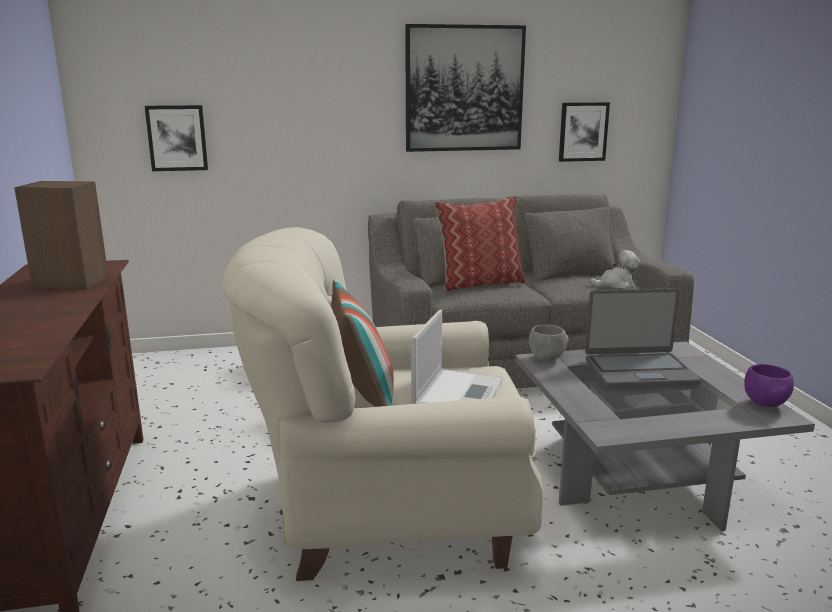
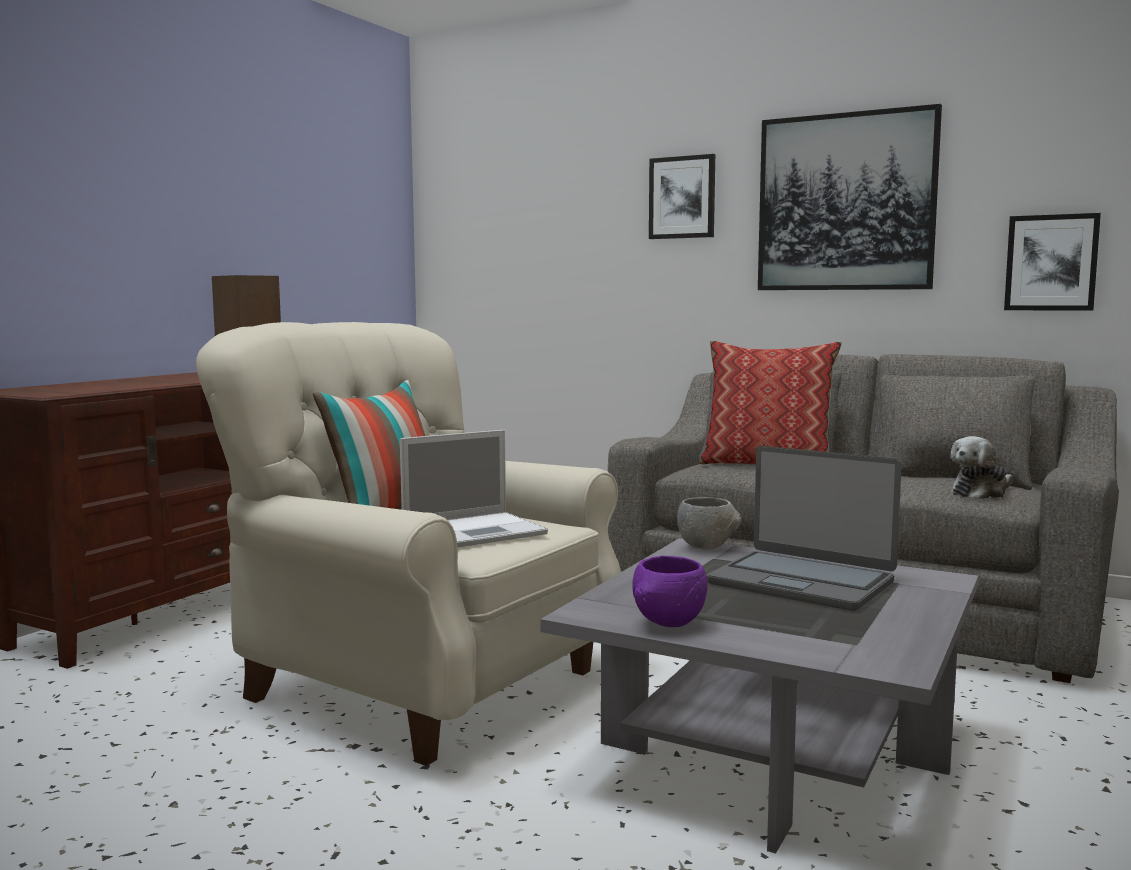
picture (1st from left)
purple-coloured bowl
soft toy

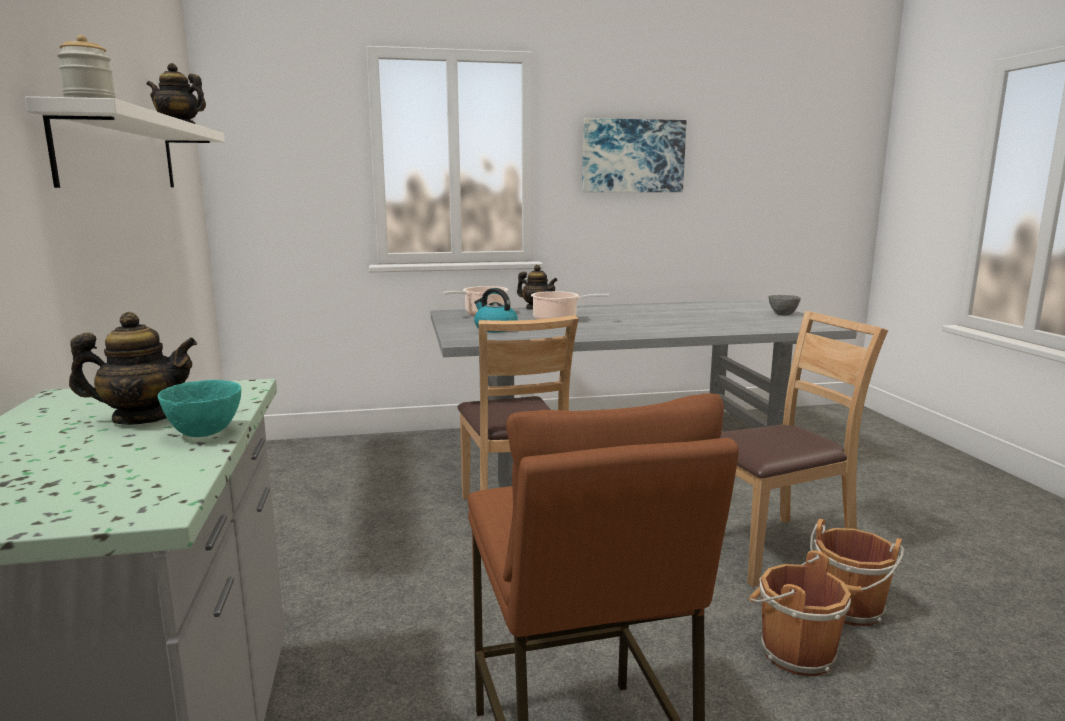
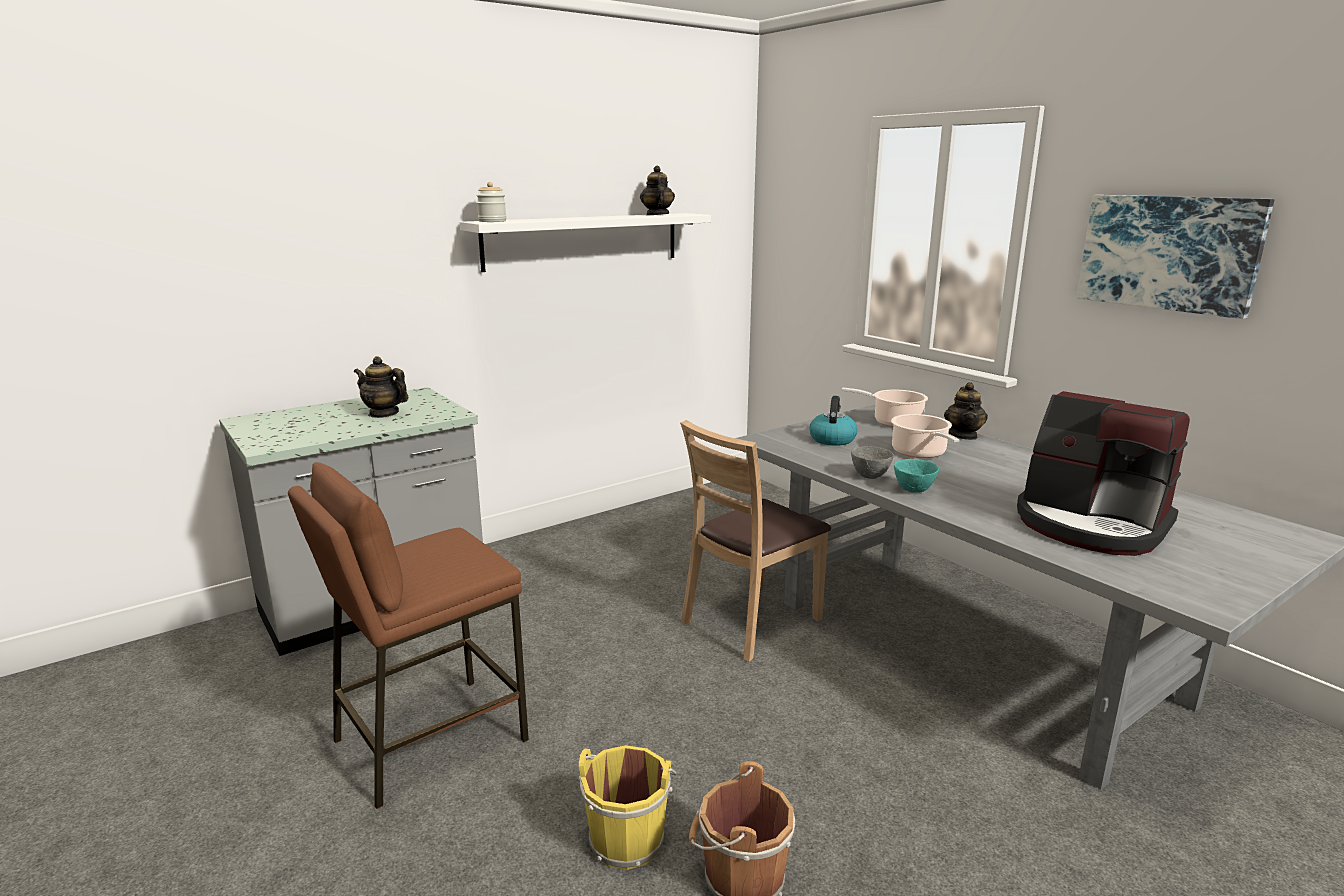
brownish plain chair (2nd from left in the first image)
coffee brewer
blue-green bowl
gray bowl
yellow-coloured pail
tea pot (1st from left)

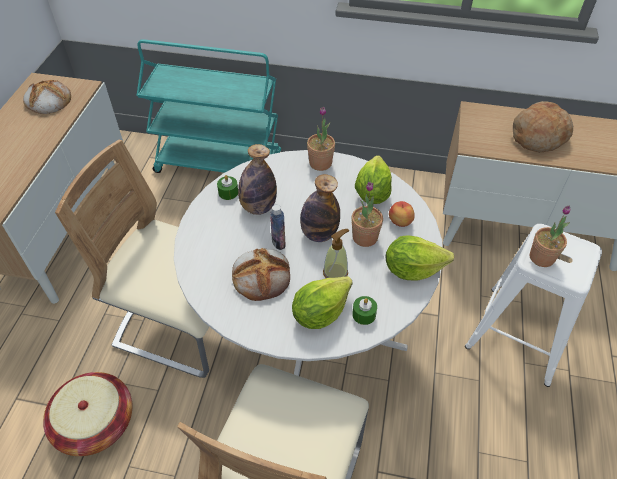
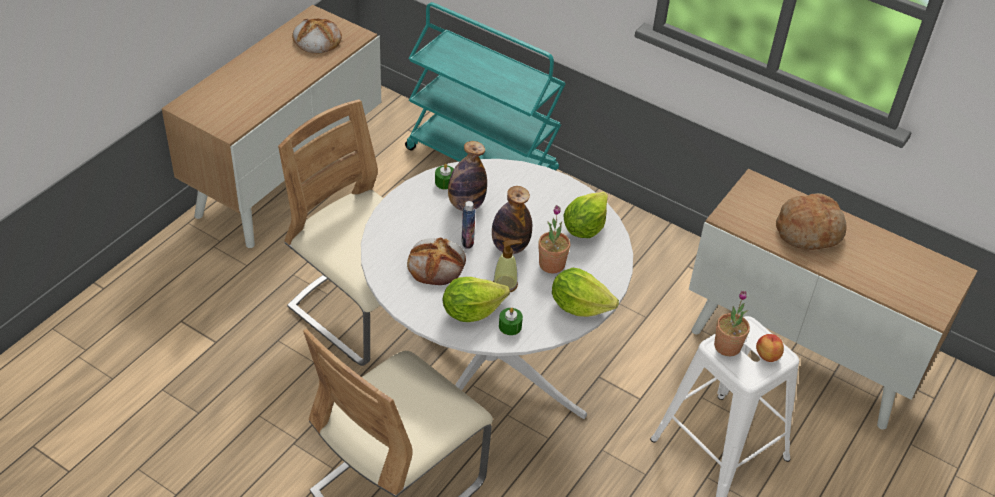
basket
houseplant (1st from left in the first image)
whole apple

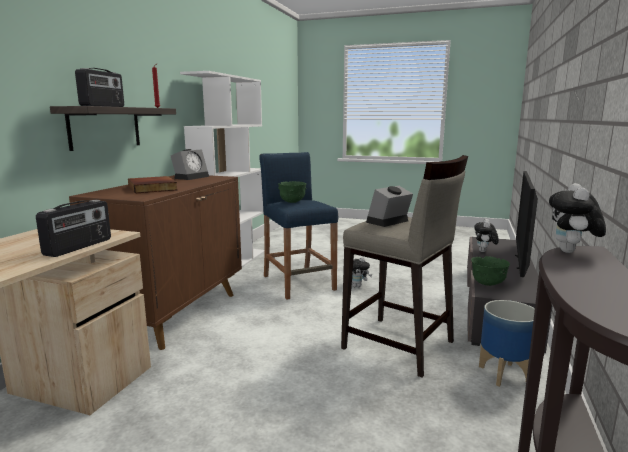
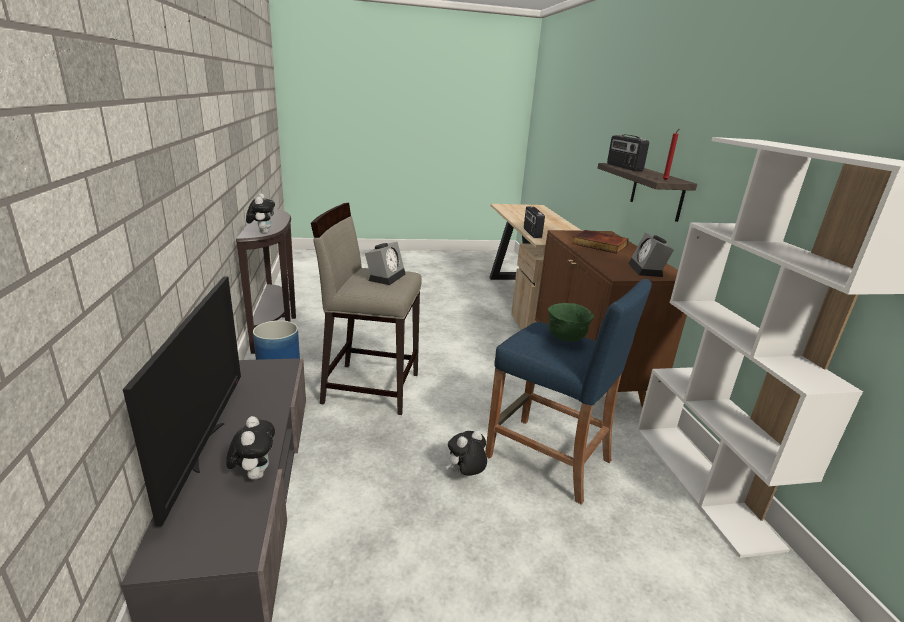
green bowl (2nd from left in the first image)

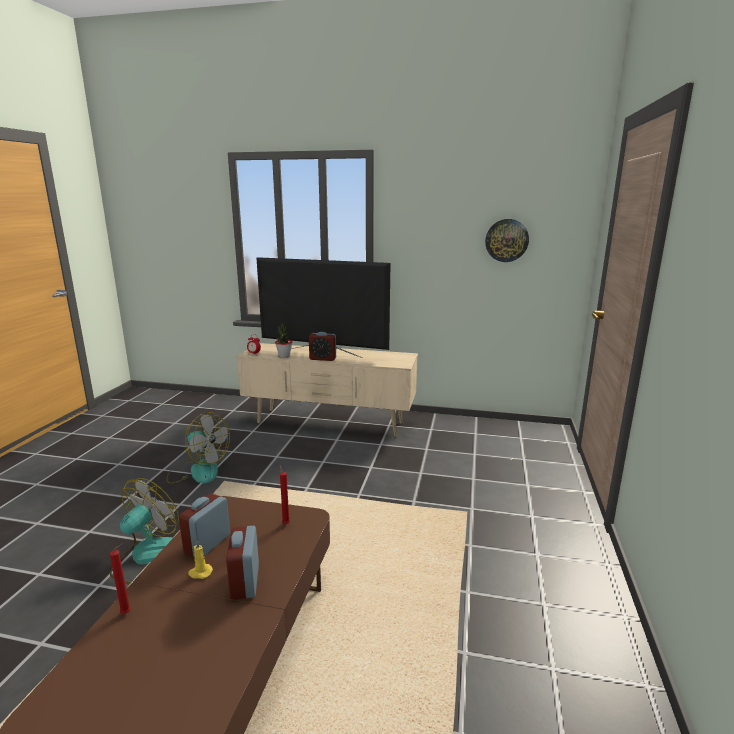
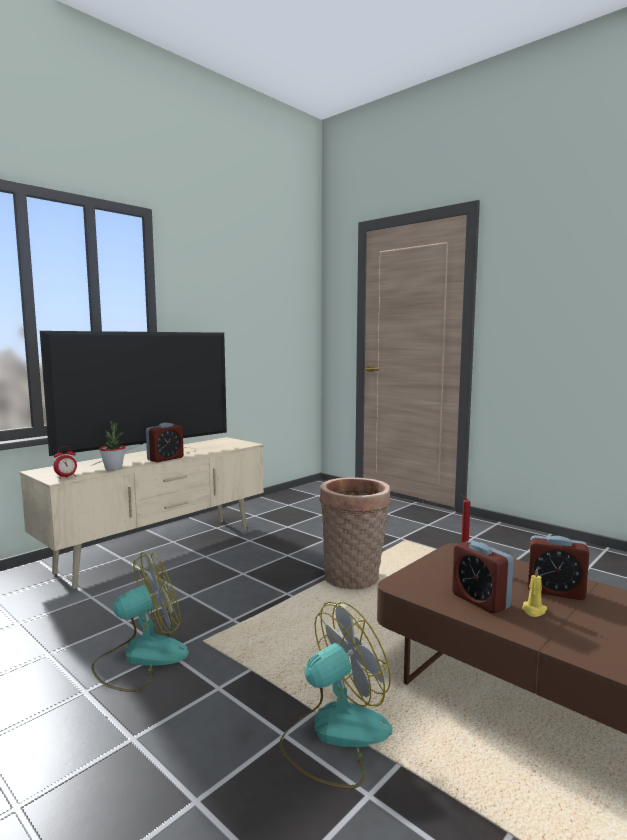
reddish wax light (1st from left in the first image)
hanging clock
basket
fan (2nd from left)

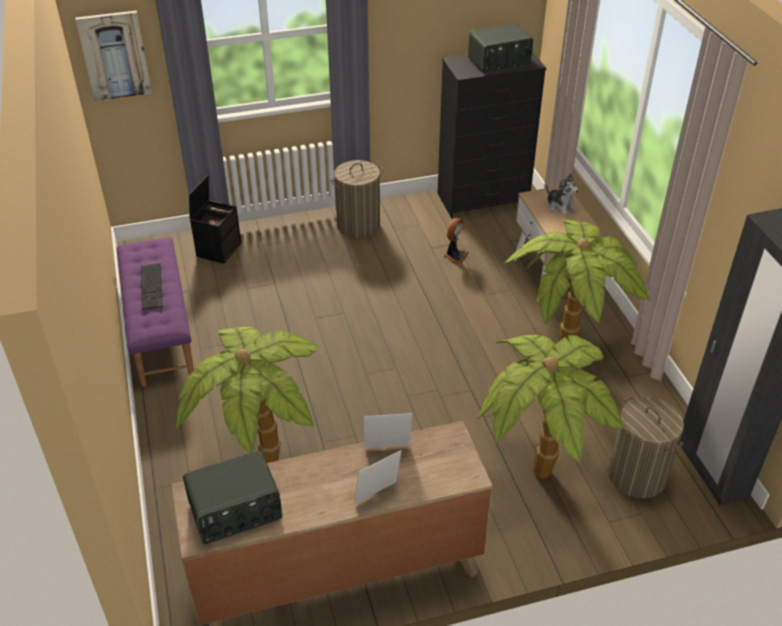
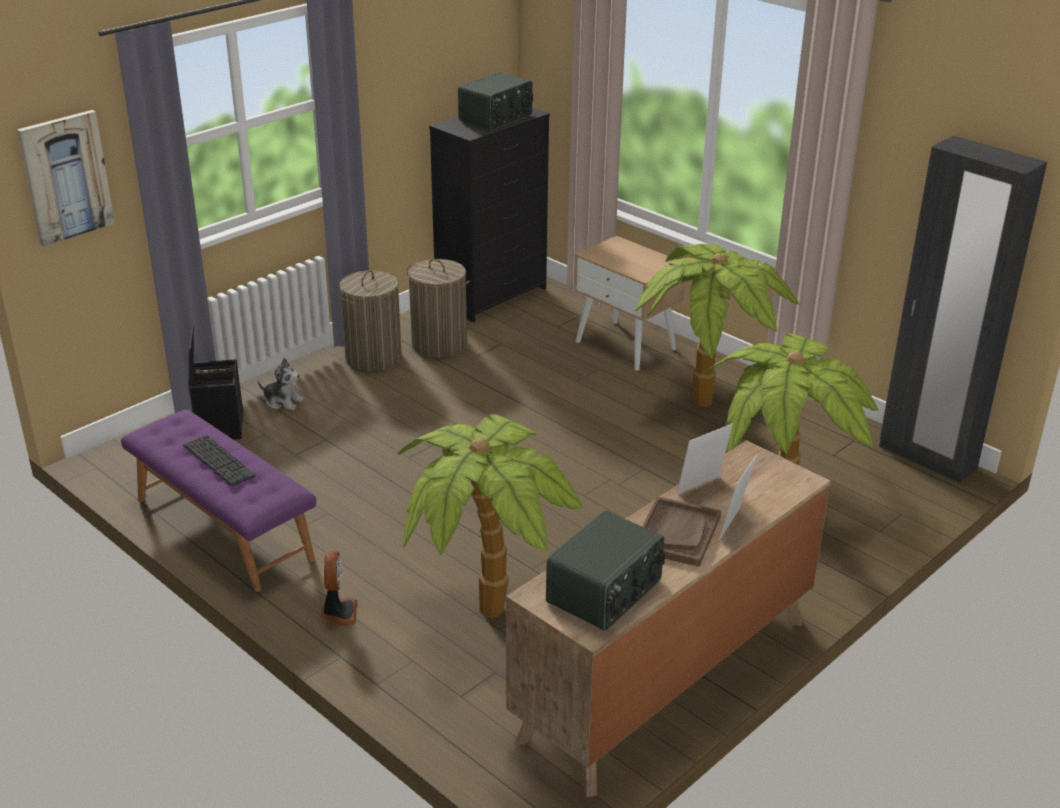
brownish tray
fan
soft toy
washing basket (2nd from left)

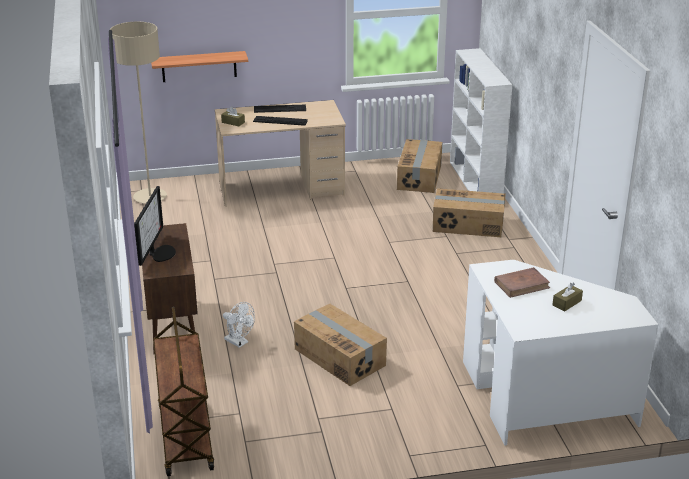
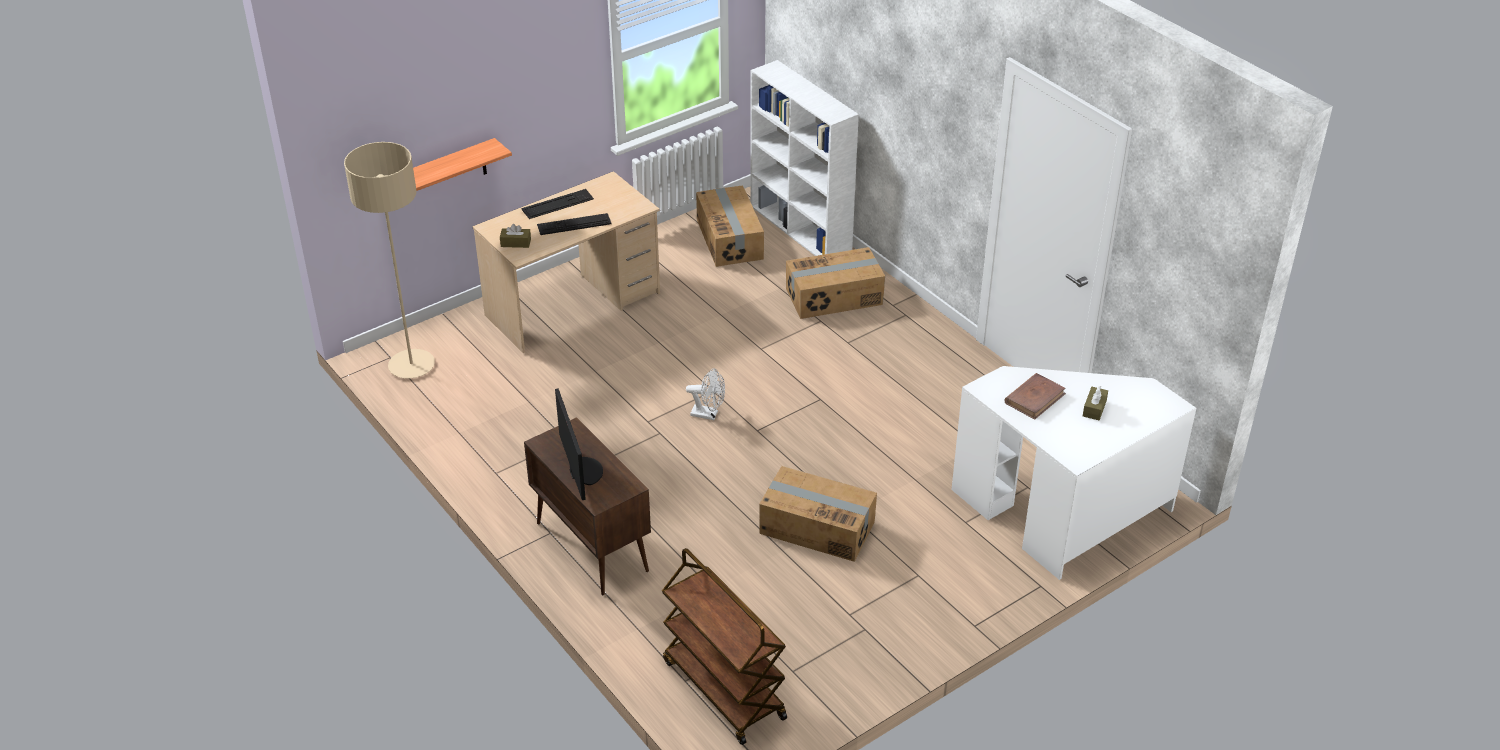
whitish fan

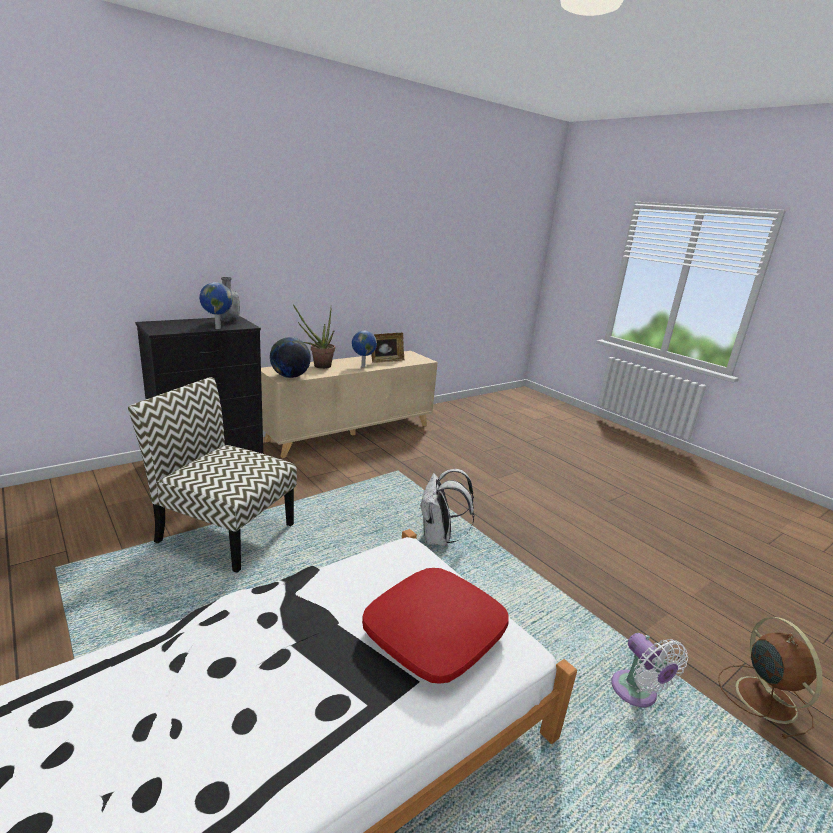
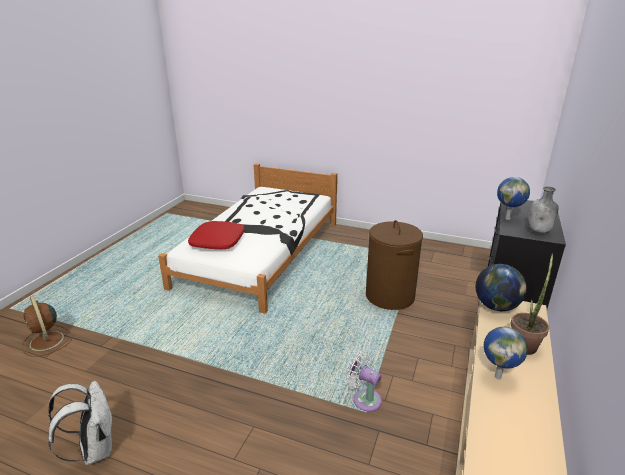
picture frame
whitish knapsack
whitish fan
brownish washing basket

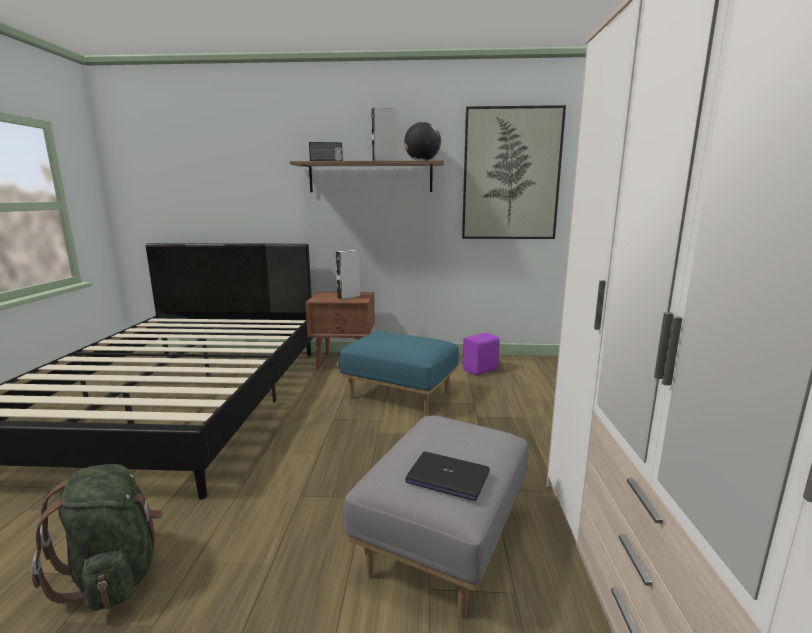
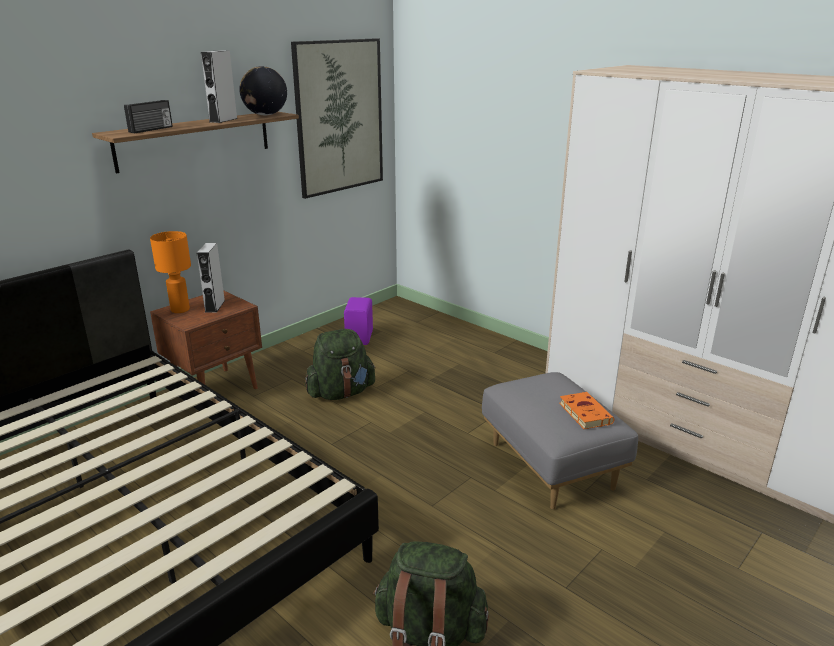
orange lamp for a table
green knapsack (1st from left)
orange bound book

